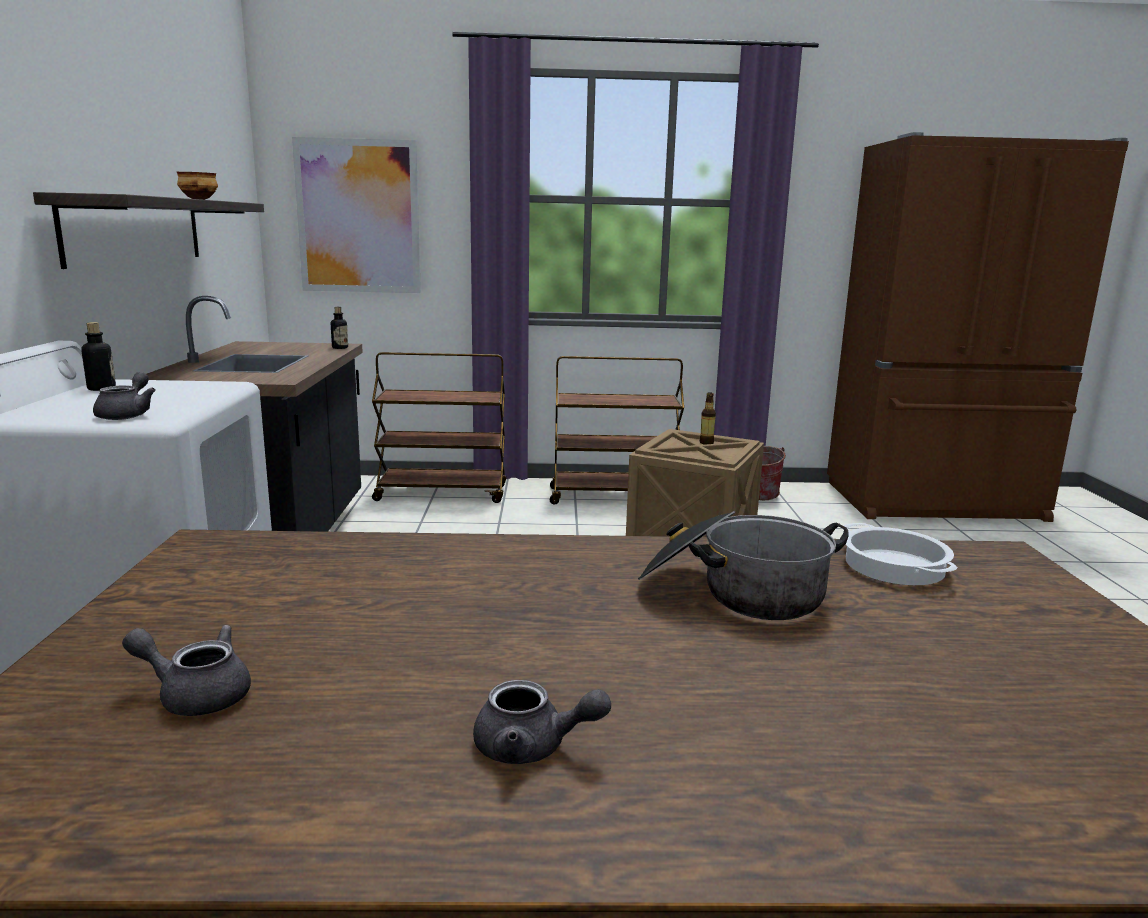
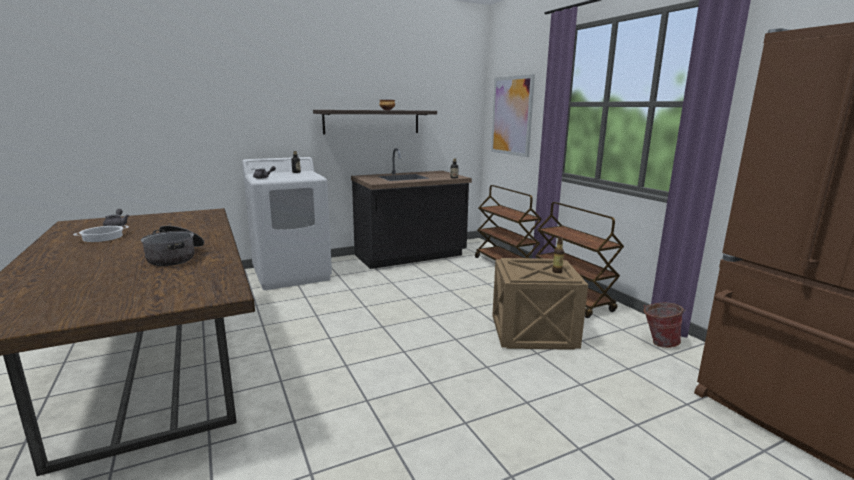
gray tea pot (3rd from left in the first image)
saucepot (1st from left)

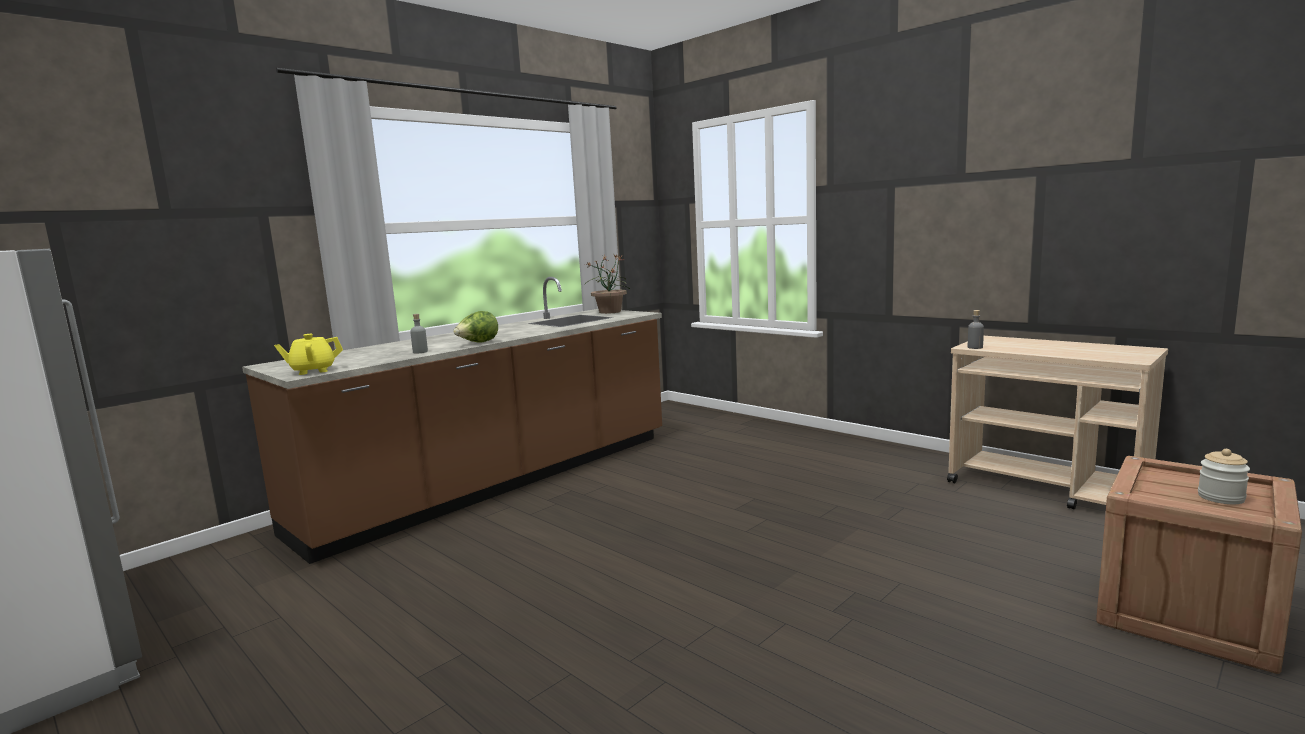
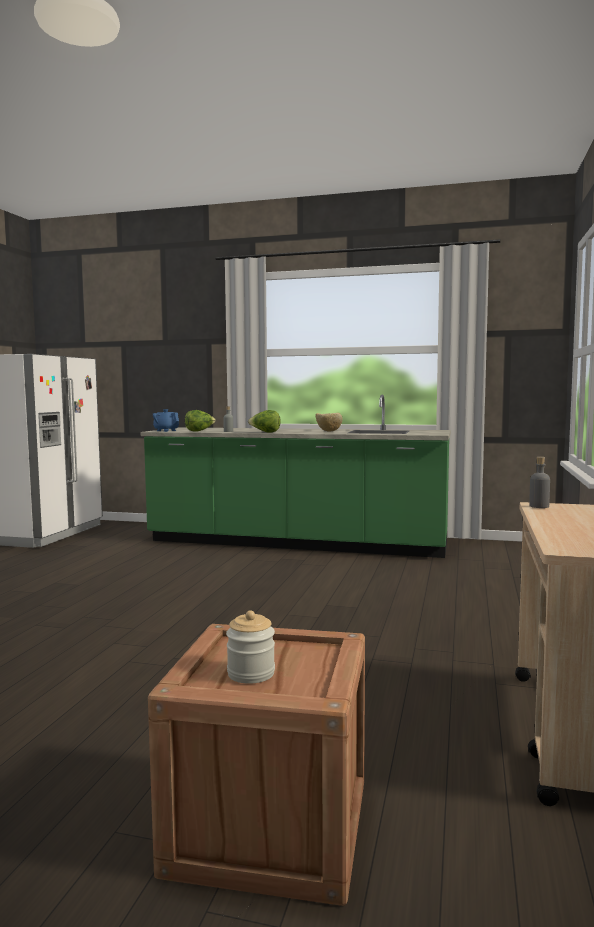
houseplant
head of lettuce (1st from left)
beige bowl
green kitchen counter
blue tea pot

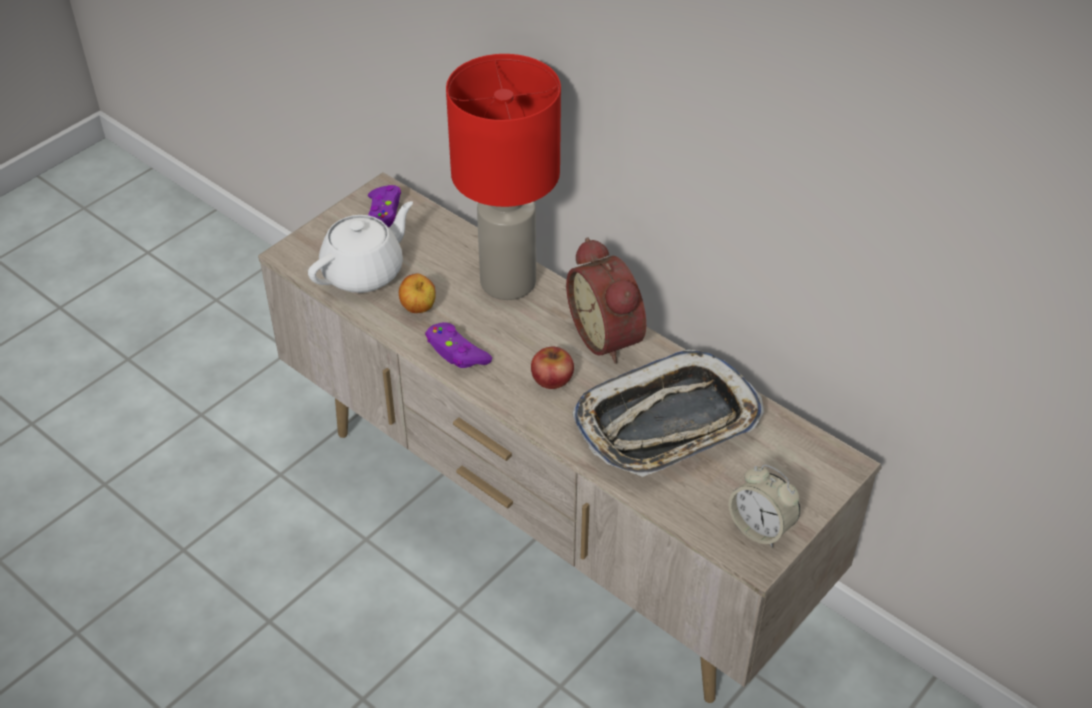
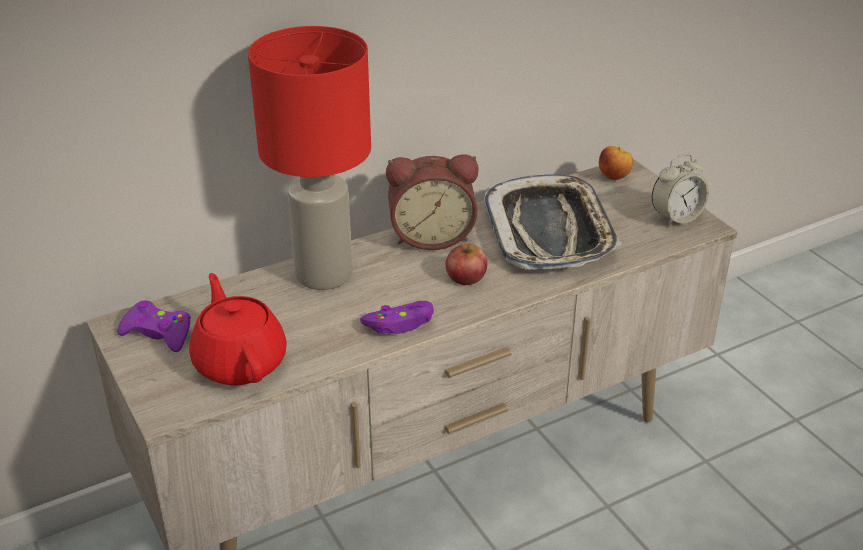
whole apple (2nd from left)
reddish tea pot

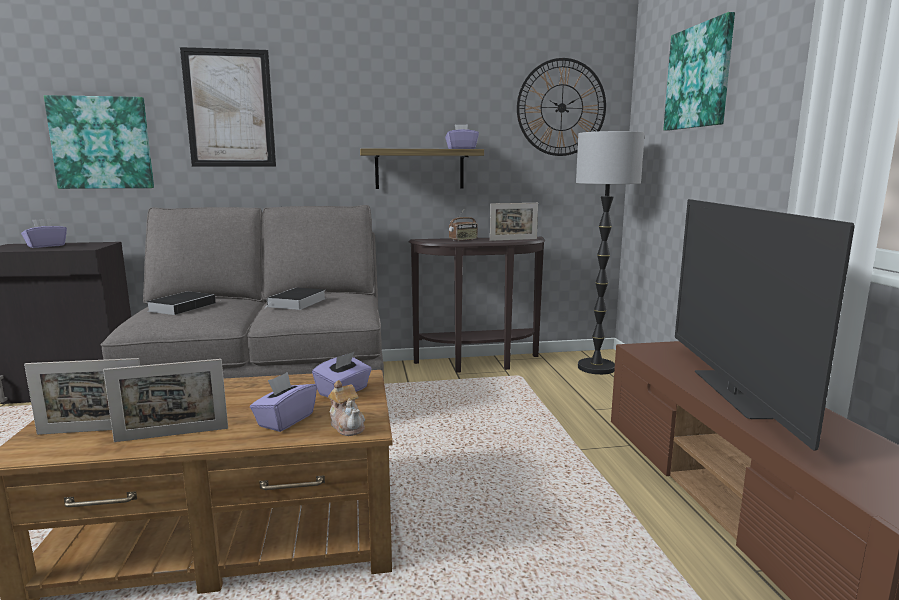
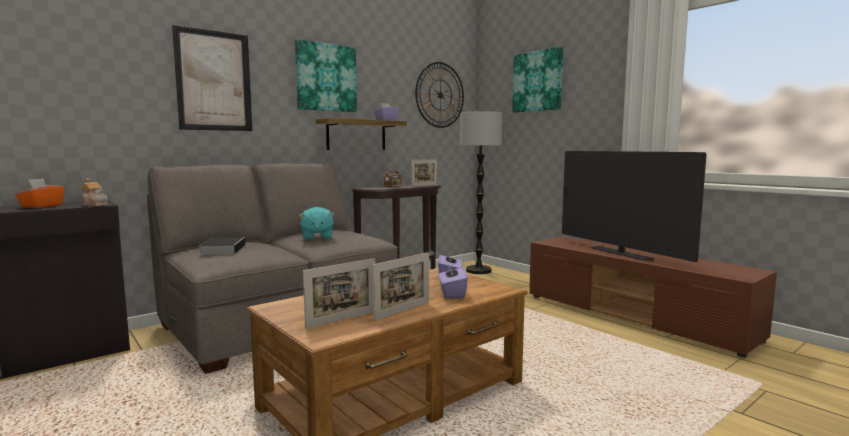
picture (2nd from left)
tea pot
blue-green soft toy
orange tissue holder

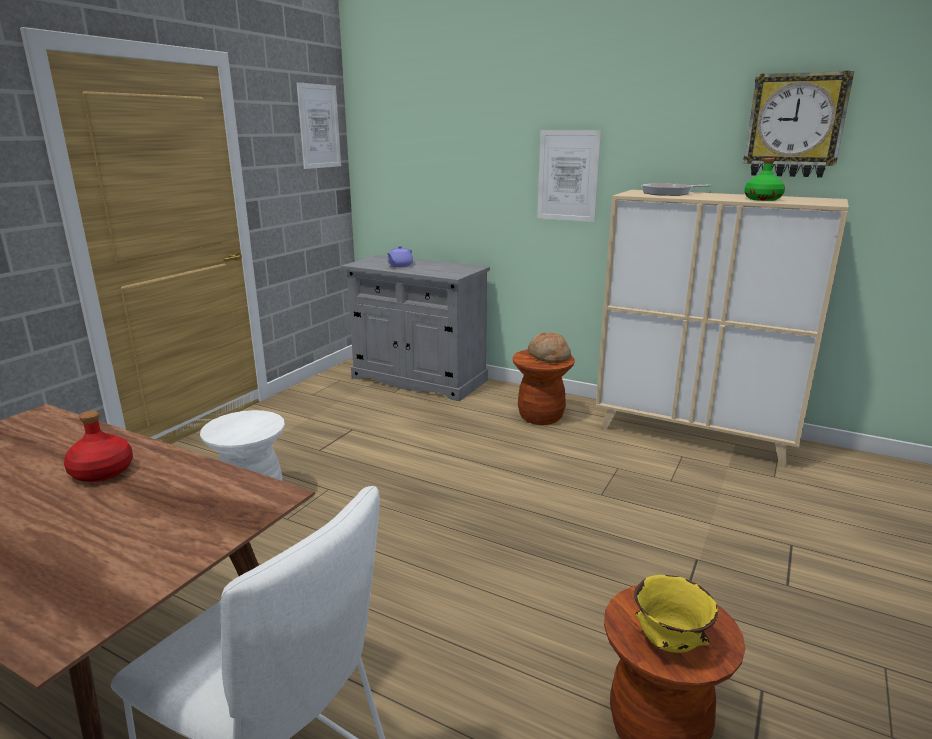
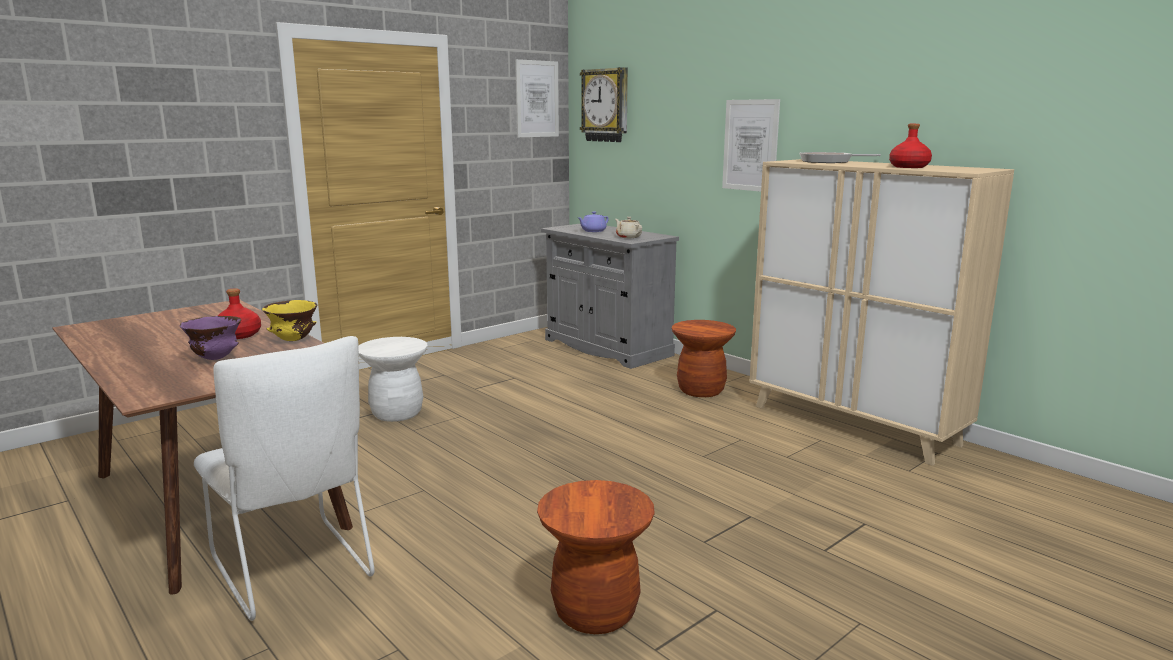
bread
purple-coloured bowl
beige tea pot
yellow-coloured bowl
hanging clock
reddish beverage bottle (2nd from left)

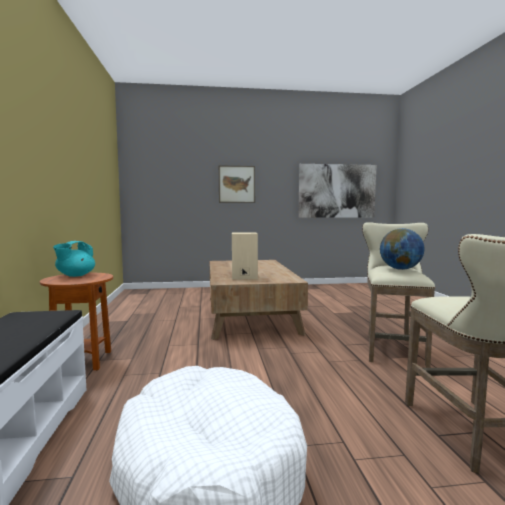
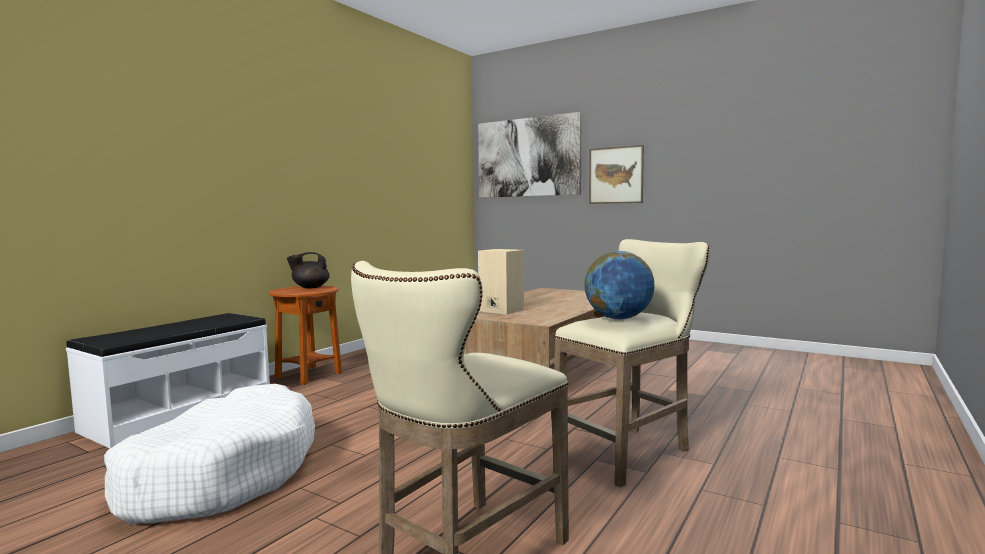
picture (1st from left)
black tea pot

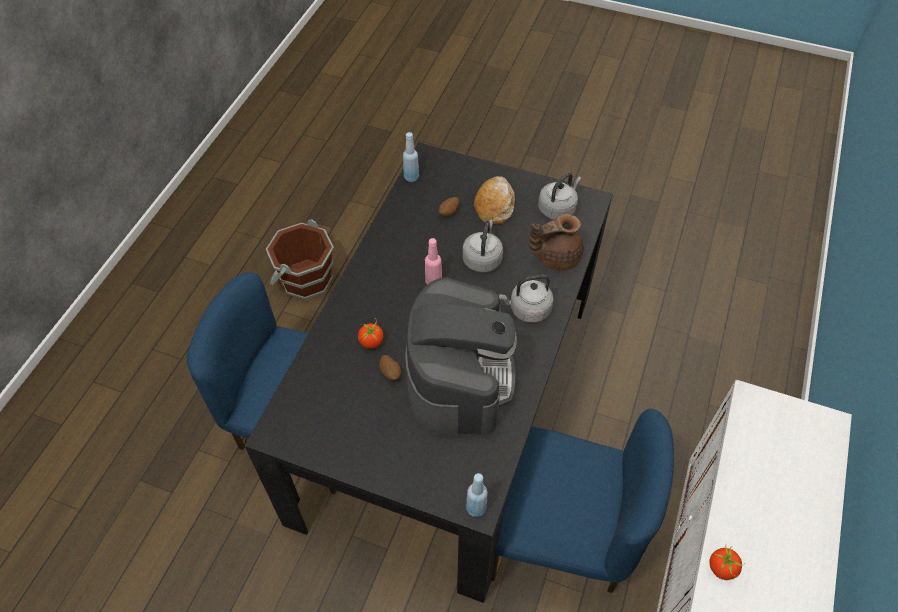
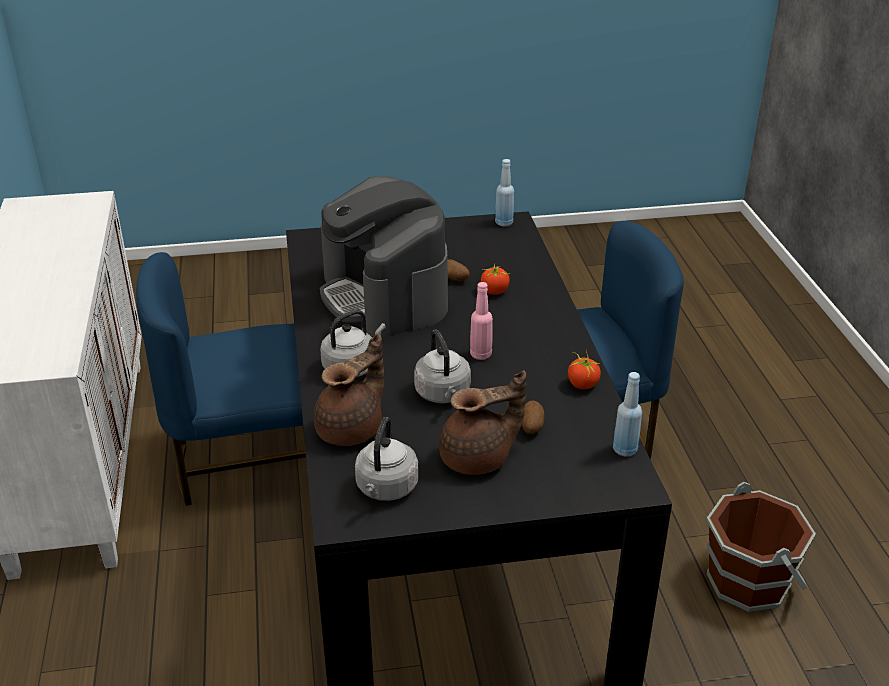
blue beverage bottle (1st from left)
tomato (2nd from left)
brownish tea pot (2nd from left)

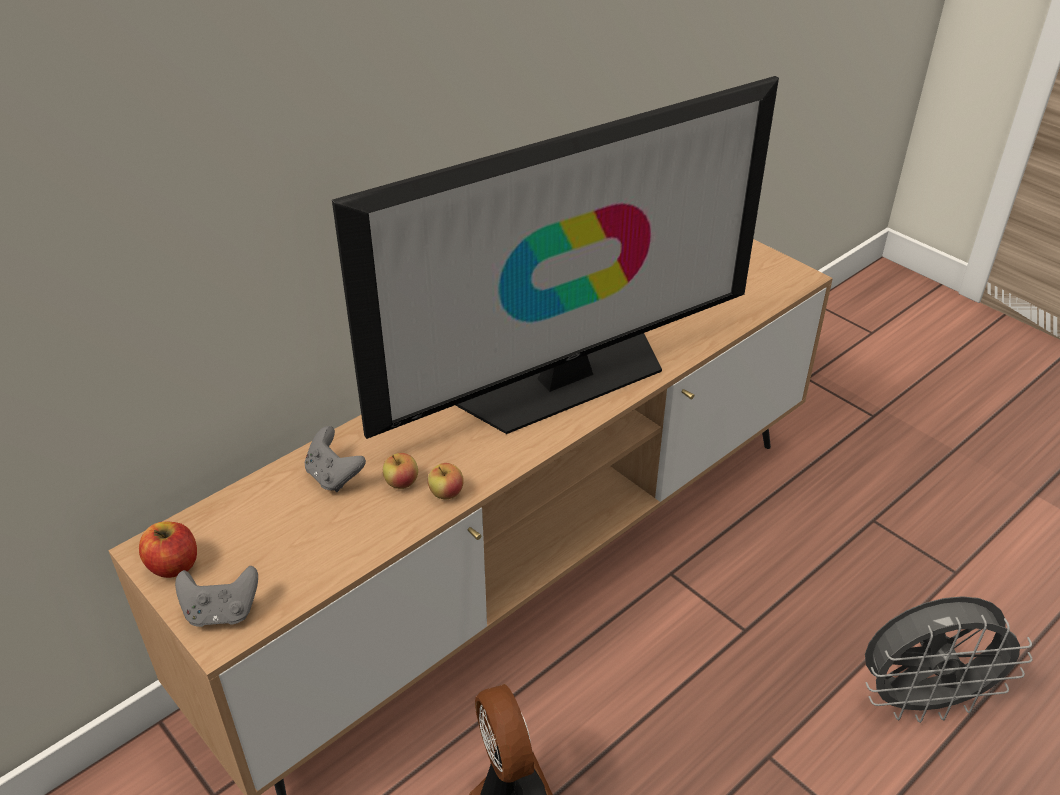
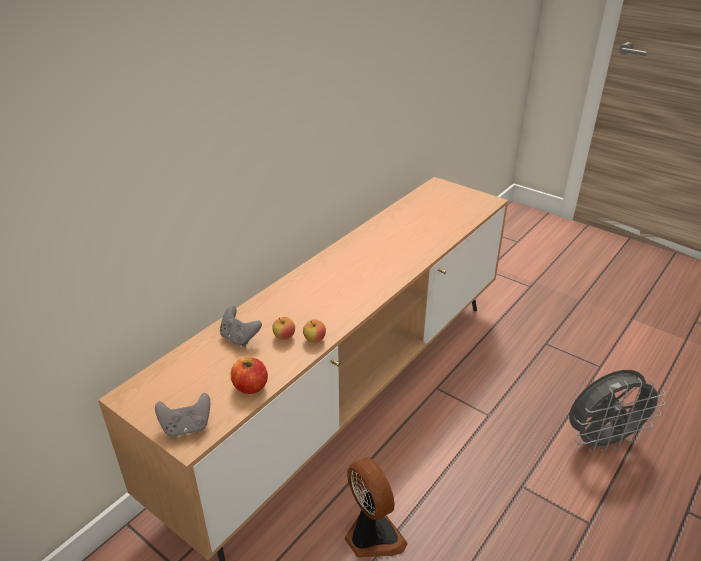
TV
whole apple (1st from left)

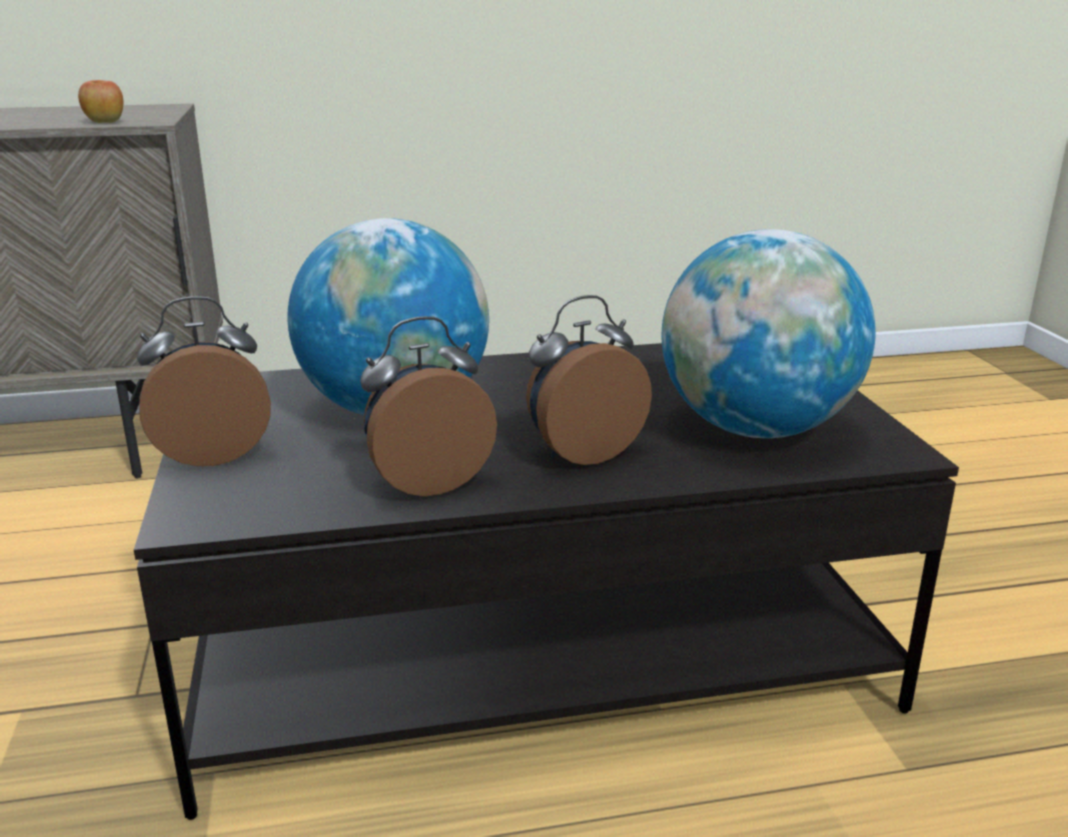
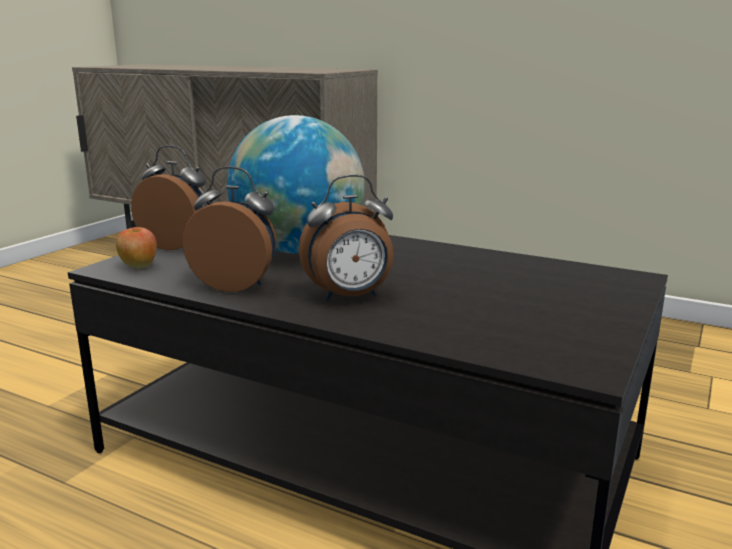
globe (2nd from left in the first image)
whole apple
table clock (3rd from left)

